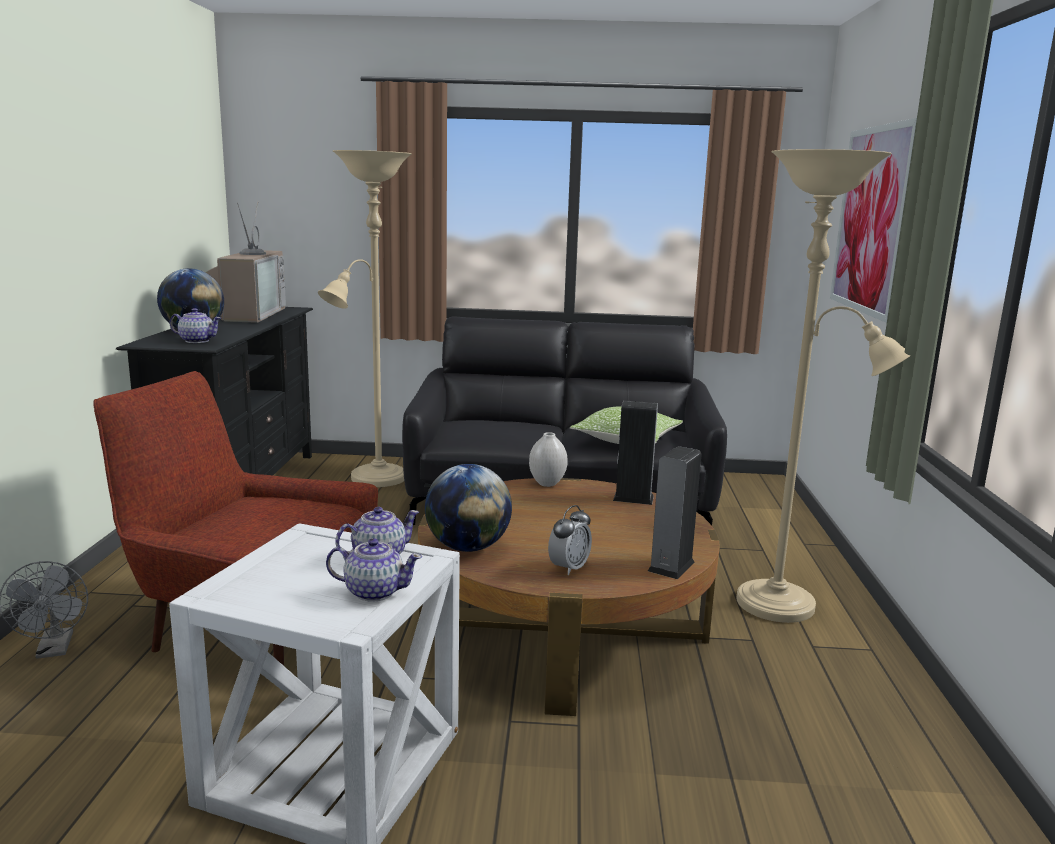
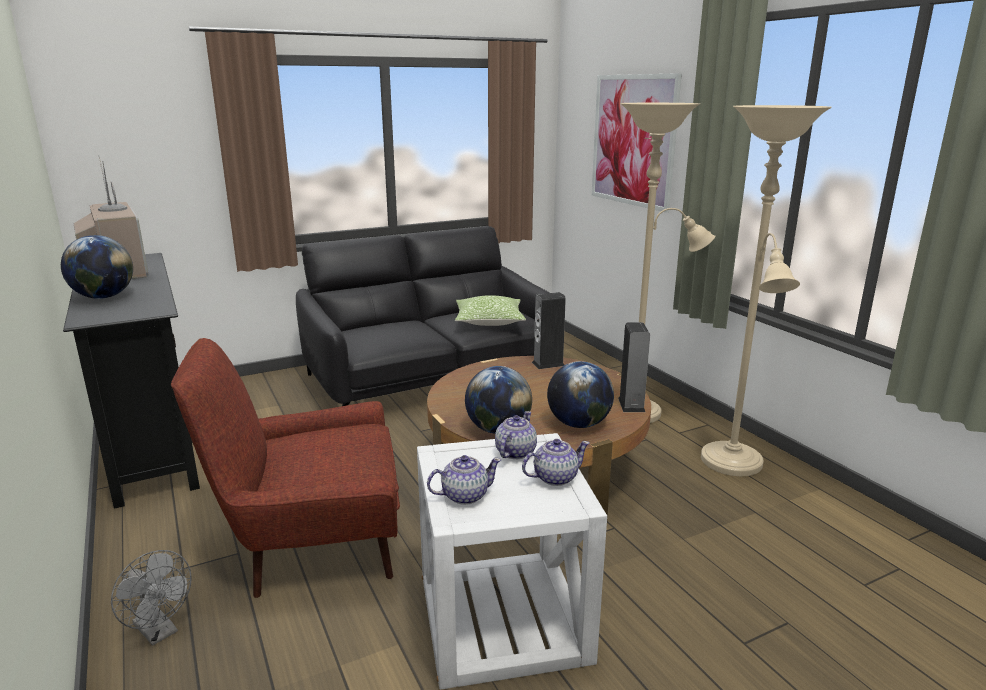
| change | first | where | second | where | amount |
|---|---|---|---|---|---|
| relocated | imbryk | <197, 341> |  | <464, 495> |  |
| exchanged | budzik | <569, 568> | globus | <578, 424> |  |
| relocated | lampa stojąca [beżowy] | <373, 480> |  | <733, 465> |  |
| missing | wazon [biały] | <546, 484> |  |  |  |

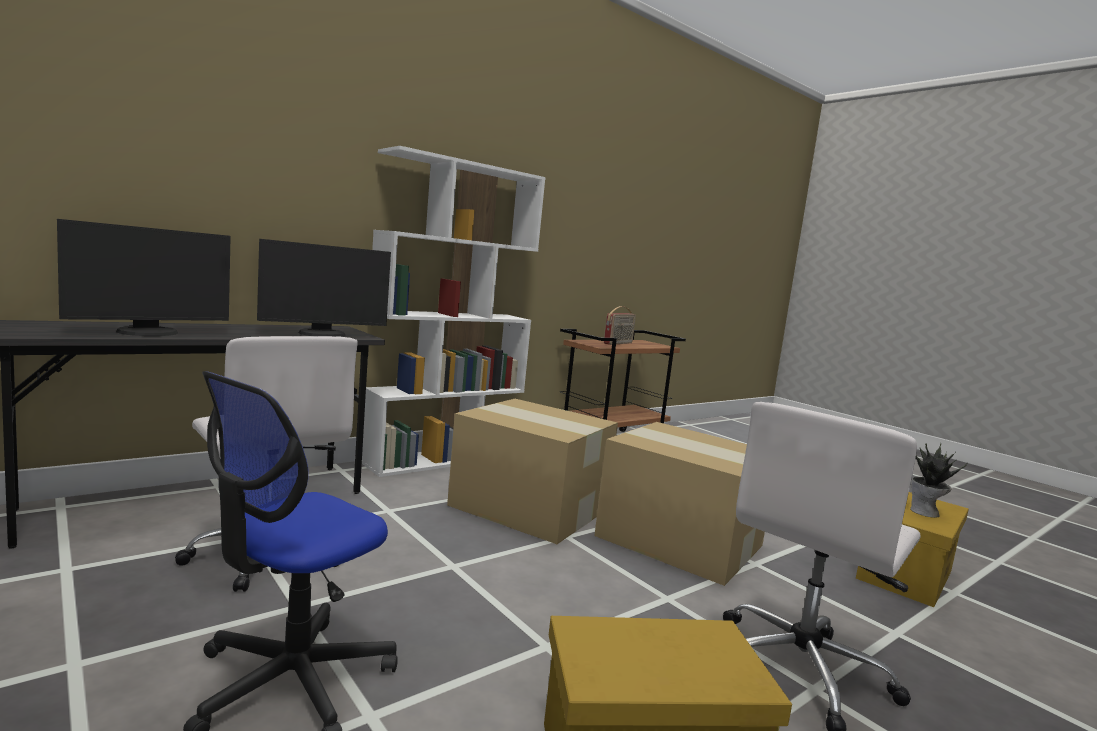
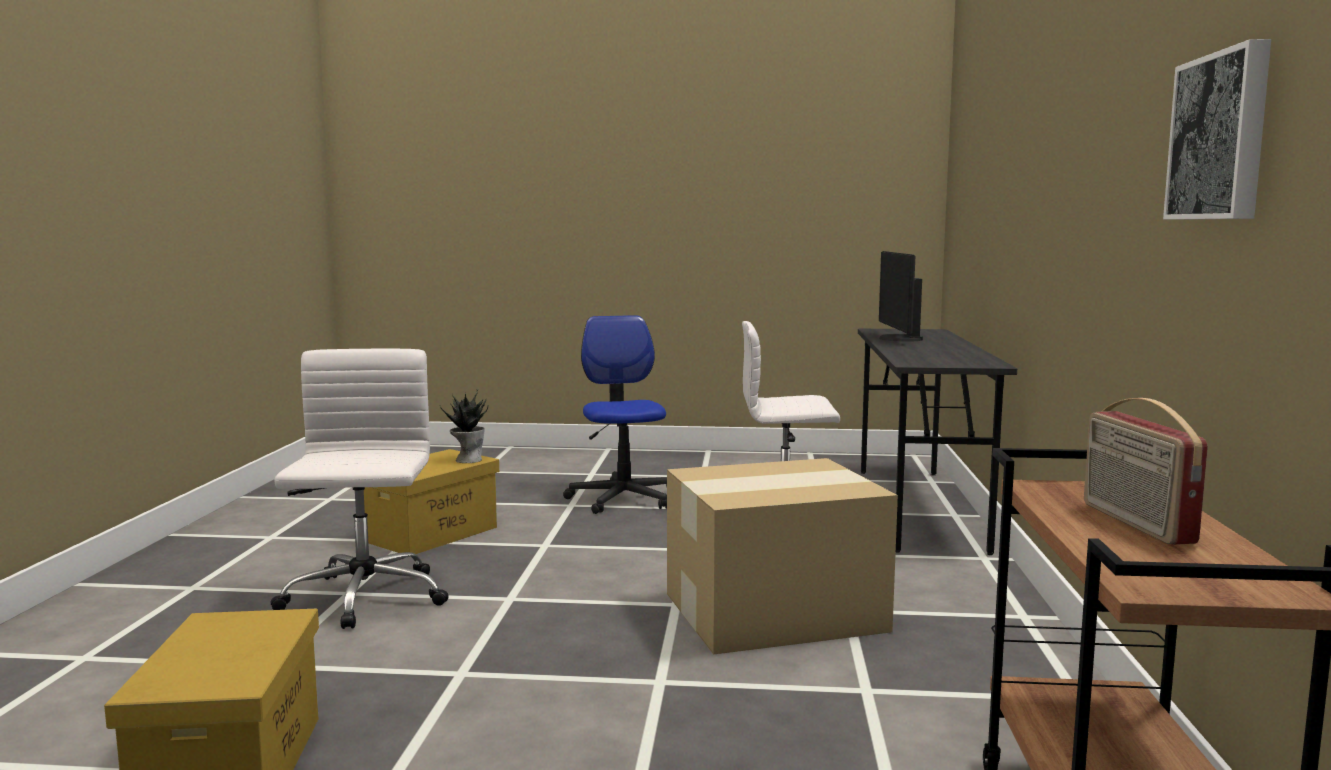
| change | first | where | second | where | amount |
|---|---|---|---|---|---|
| relocated | roślina doniczkowa | <925, 513> |  | <468, 460> |  |
| appeared |  |  | obraz | <1222, 137> |  |
| missing | monitor | <323, 334> |  |  |  |
| missing | regał [biały] | <443, 459> |  |  |  |
| missing | karton | <678, 539> |  |  |  |

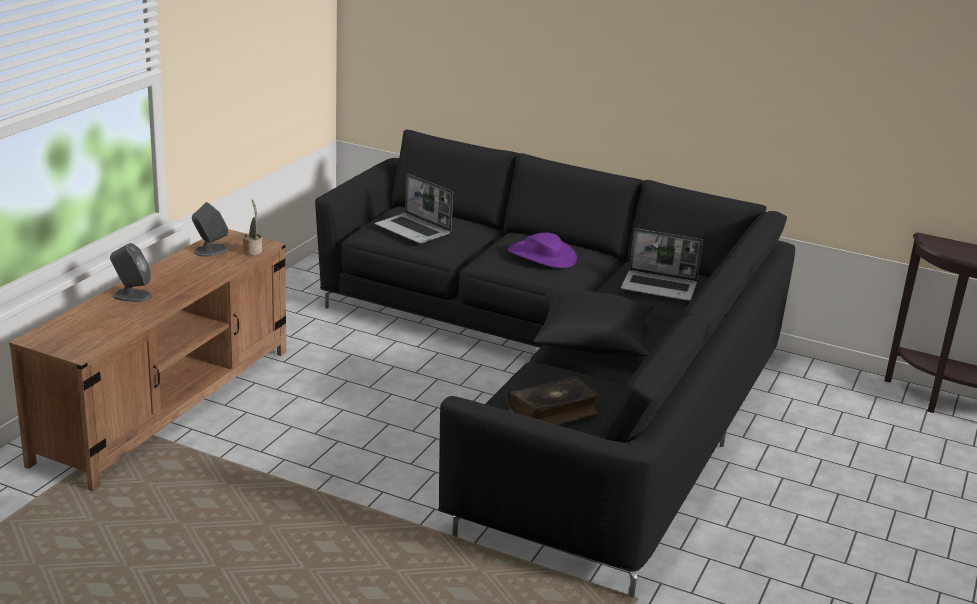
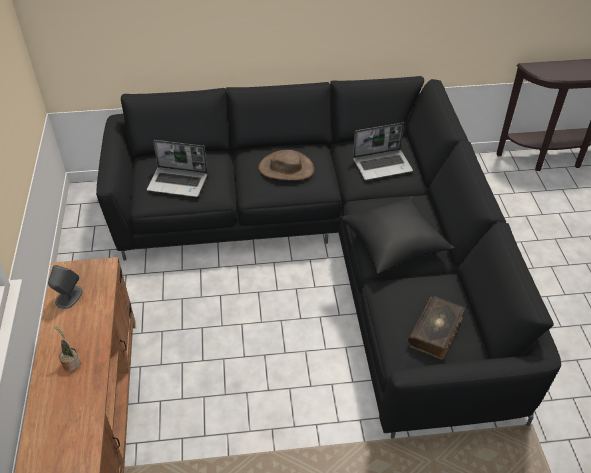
| change | first | where | second | where | amount |
|---|---|---|---|---|---|
| relocated | roślina doniczkowa | <252, 251> |  | <71, 362> |  |
| colour | kapelusz [fioletowy] | <542, 256> | kapelusz [brązowy] | <286, 168> |  |
| missing | głośnik [szary] | <132, 295> |  |  |  |

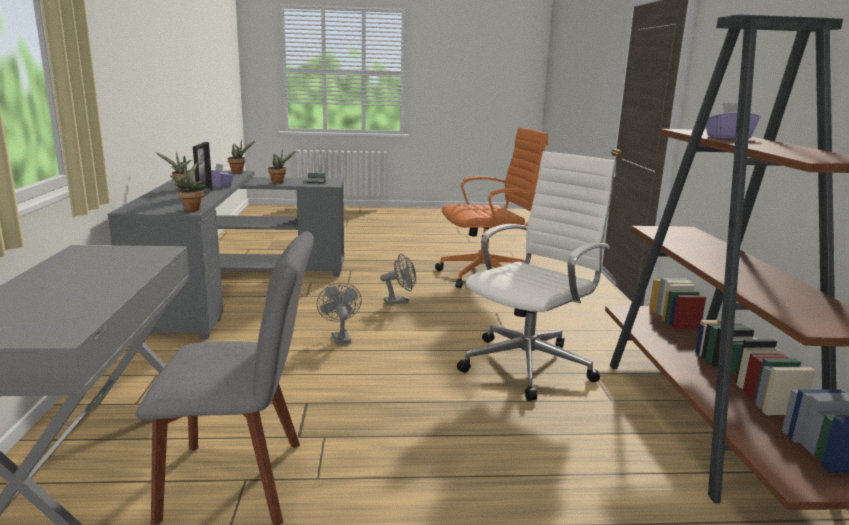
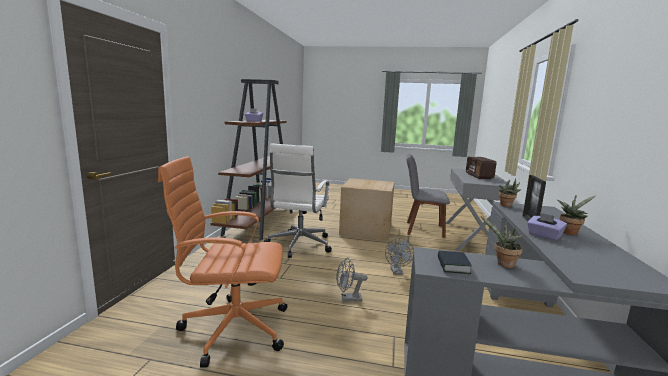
| change | first | where | second | where | amount |
|---|---|---|---|---|---|
| spun | krzesło biurowe [biały] | <530, 364> |  | <299, 245> | 45 degrees counterclockwise |
| appeared |  |  | karton | <367, 229> |  |
| appeared |  |  | radio | <479, 176> |  |
| missing | roślina doniczkowa | <239, 172> |  |  |  |

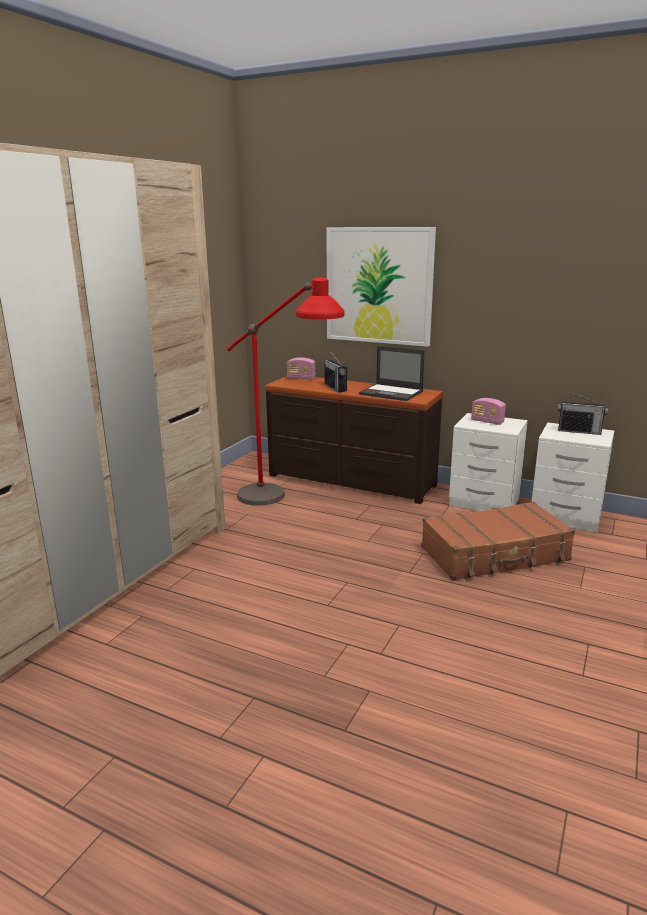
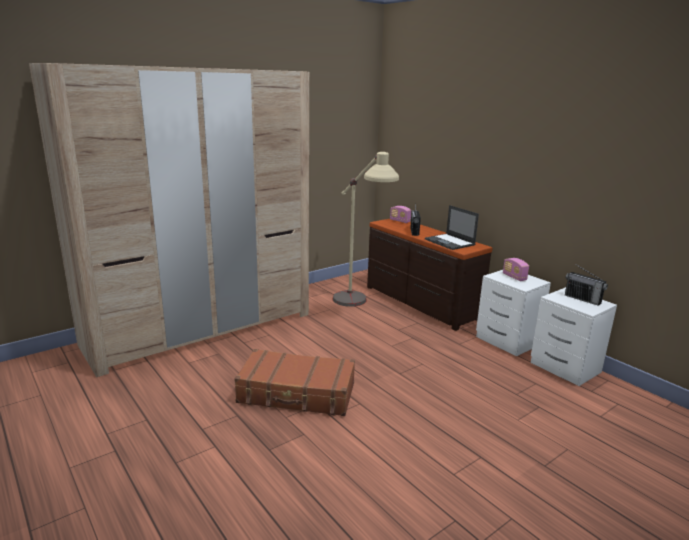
| change | first | where | second | where | amount |
|---|---|---|---|---|---|
| relocated | walizka [brązowy] | <495, 554> |  | <297, 394> |  |
| colour | lampa stojąca [czerwony] | <284, 505> | lampa stojąca [beżowy] | <358, 309> |  |
| missing | obraz | <379, 286> |  |  |  |

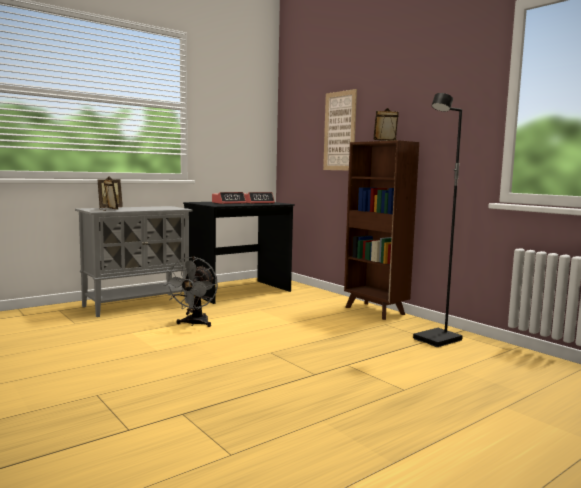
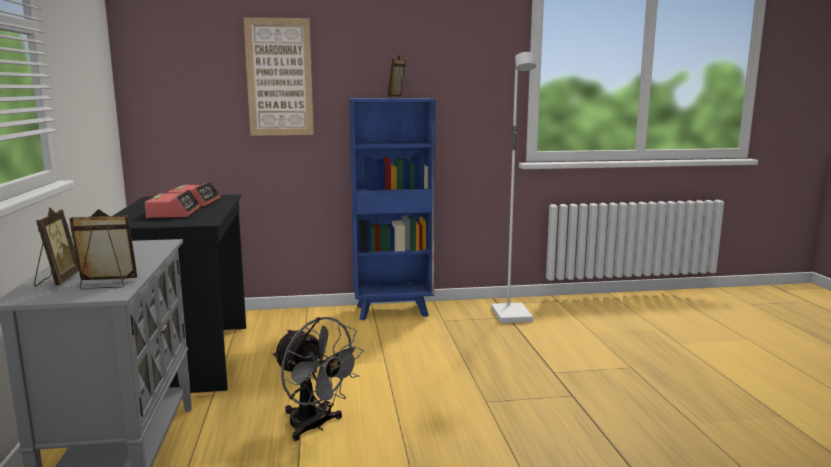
| change | first | where | second | where | amount |
|---|---|---|---|---|---|
| colour | regał [brązowy] | <375, 311> | regał [niebieski] | <394, 311> |  |
| colour | lampa stojąca [czarny] | <438, 340> | lampa stojąca [biały] | <512, 315> |  |

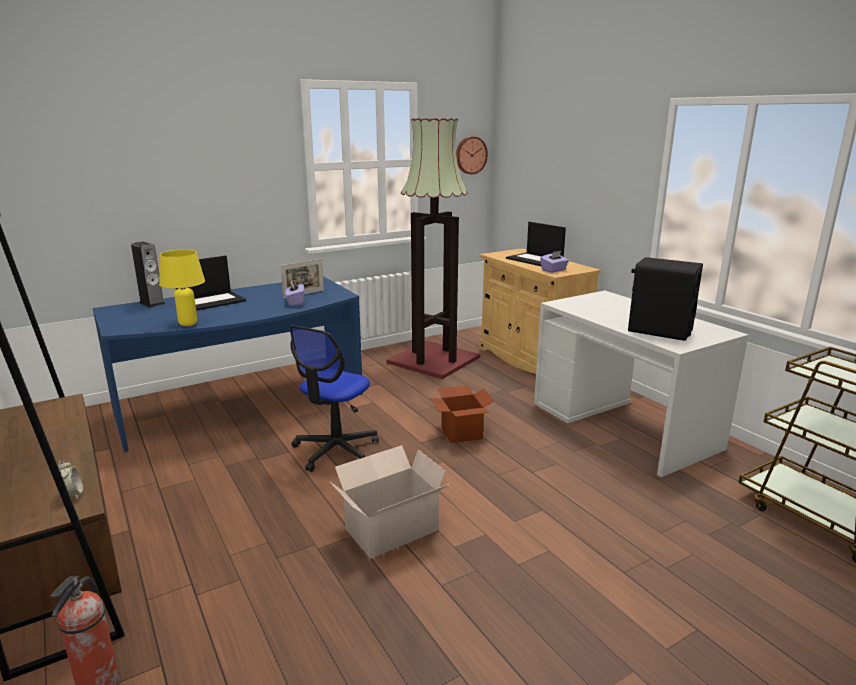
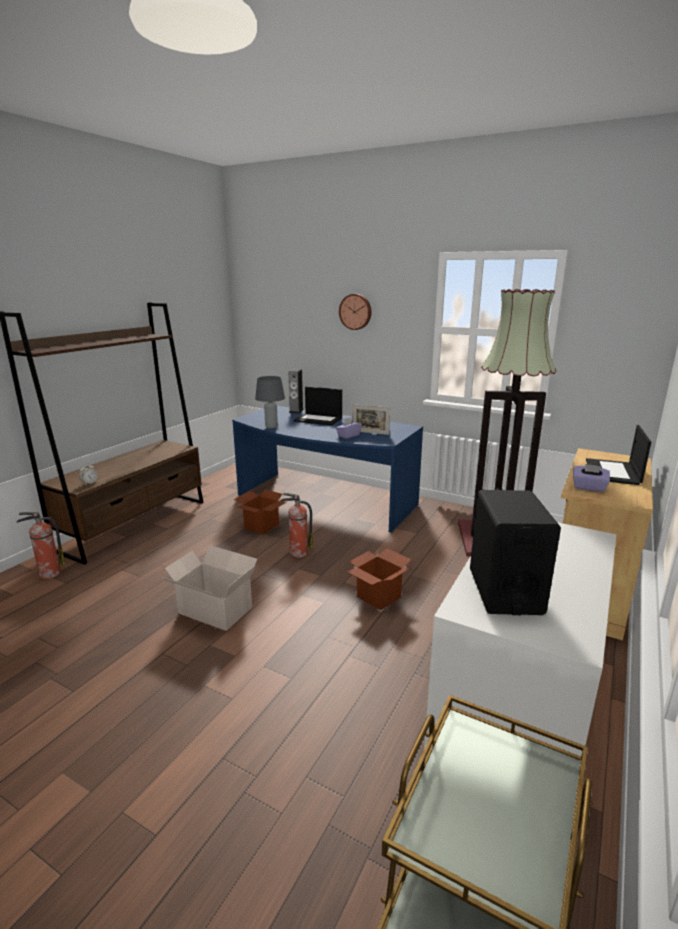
| change | first | where | second | where | amount |
|---|---|---|---|---|---|
| appeared |  |  | karton | <261, 526> |  |
| colour | lampa stołowa [żółty] | <188, 324> | lampa stołowa [szary] | <271, 427> |  |
| exchanged | krzesło biurowe | <336, 450> | gaśnica | <297, 553> |  |
| relocated | zegar ścienny | <470, 155> |  | <355, 311> |  |

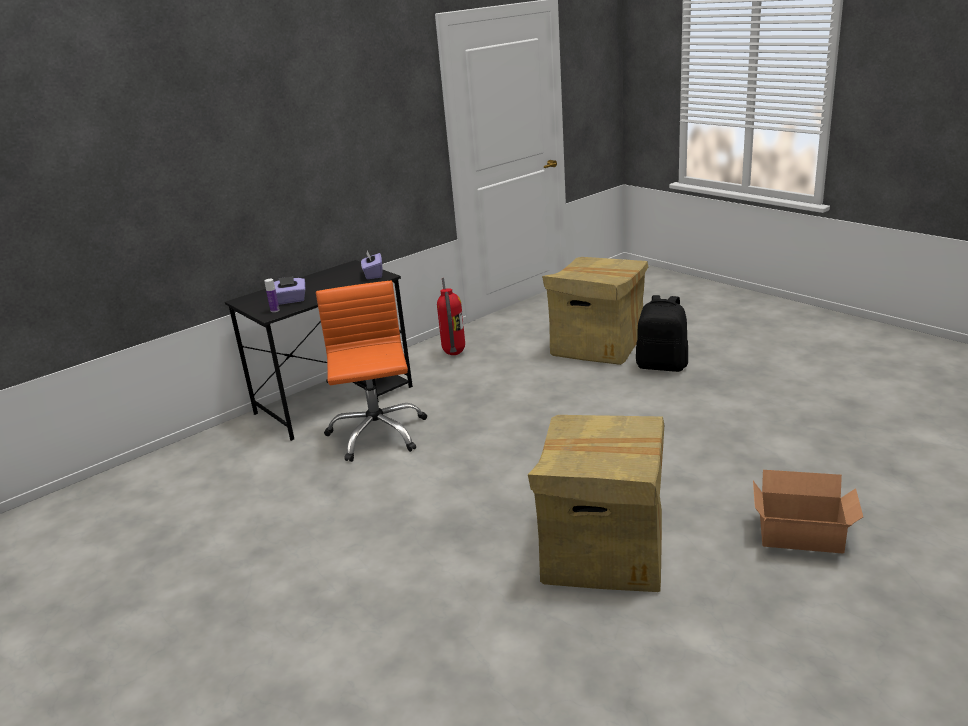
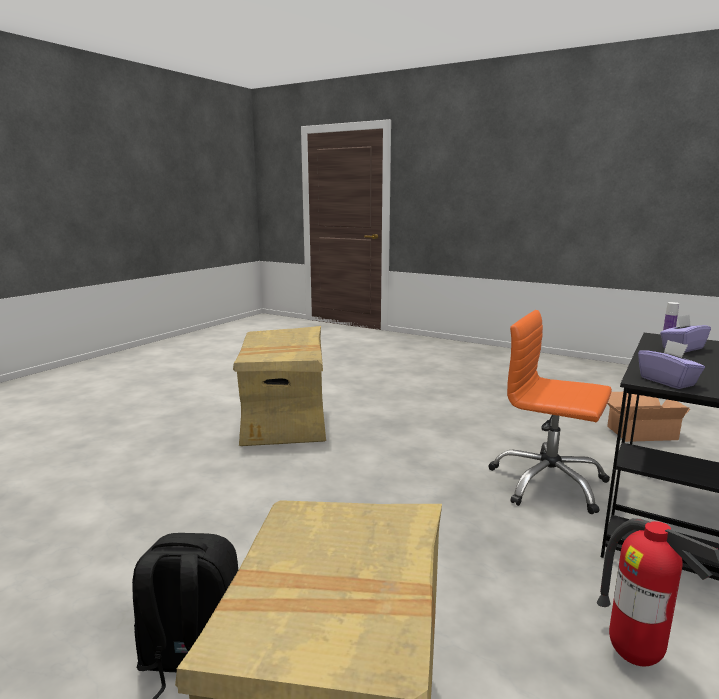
| change | first | where | second | where | amount |
|---|---|---|---|---|---|
| spun | krzesło biurowe [pomarańczowy] | <377, 434> |  | <548, 483> | 150 degrees clockwise |
| relocated | karton | <803, 536> |  | <639, 432> |  |

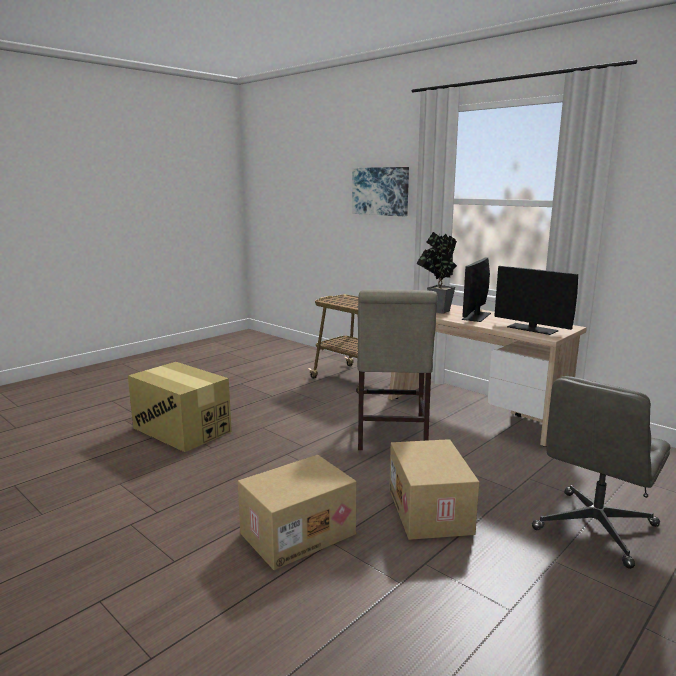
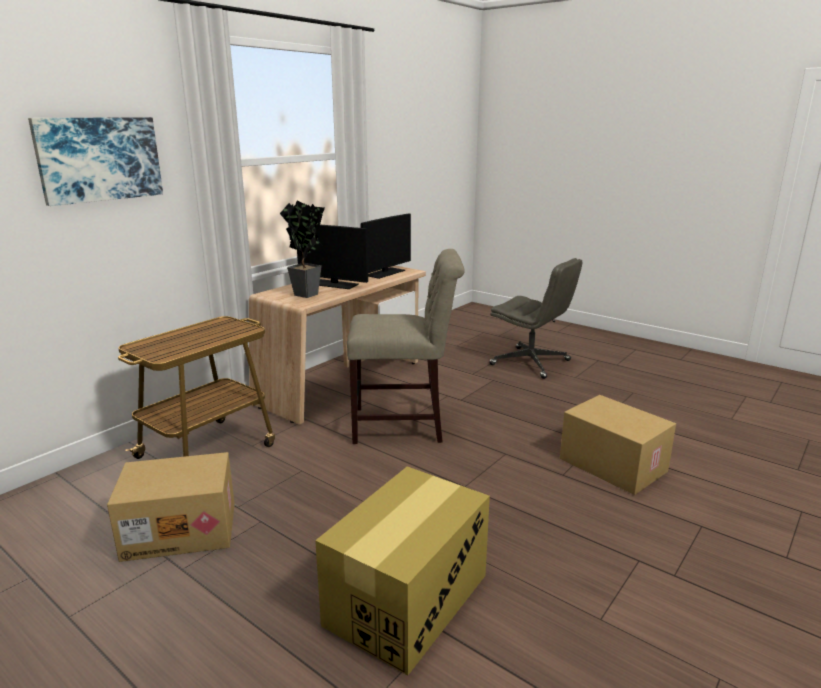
| change | first | where | second | where | amount |
|---|---|---|---|---|---|
| relocated | karton | <431, 511> |  | <181, 529> |  |

